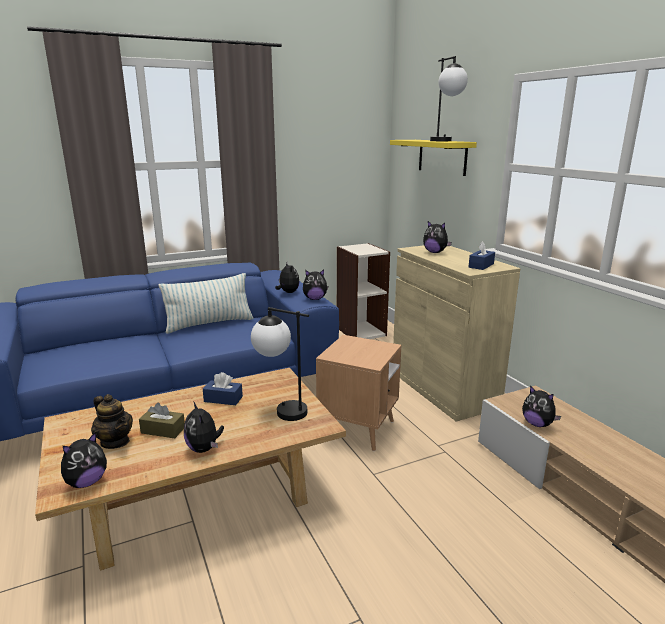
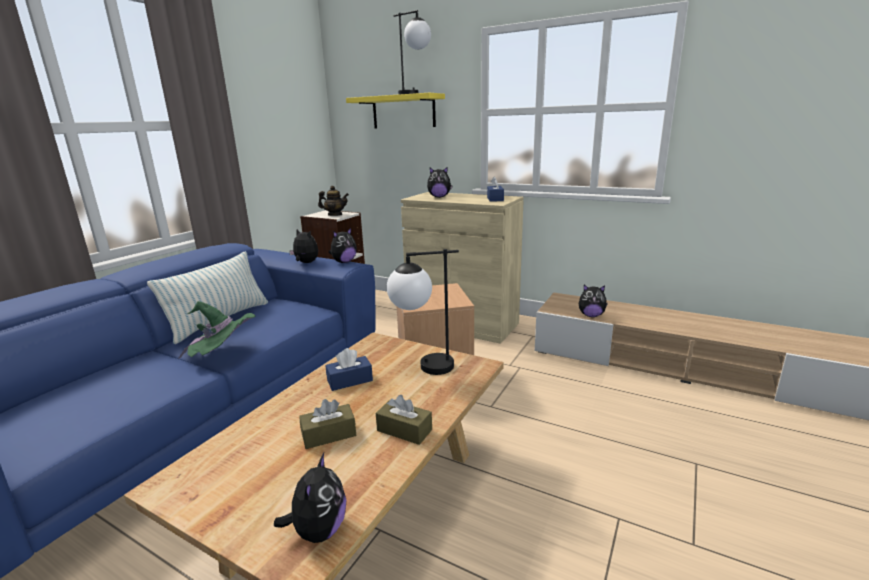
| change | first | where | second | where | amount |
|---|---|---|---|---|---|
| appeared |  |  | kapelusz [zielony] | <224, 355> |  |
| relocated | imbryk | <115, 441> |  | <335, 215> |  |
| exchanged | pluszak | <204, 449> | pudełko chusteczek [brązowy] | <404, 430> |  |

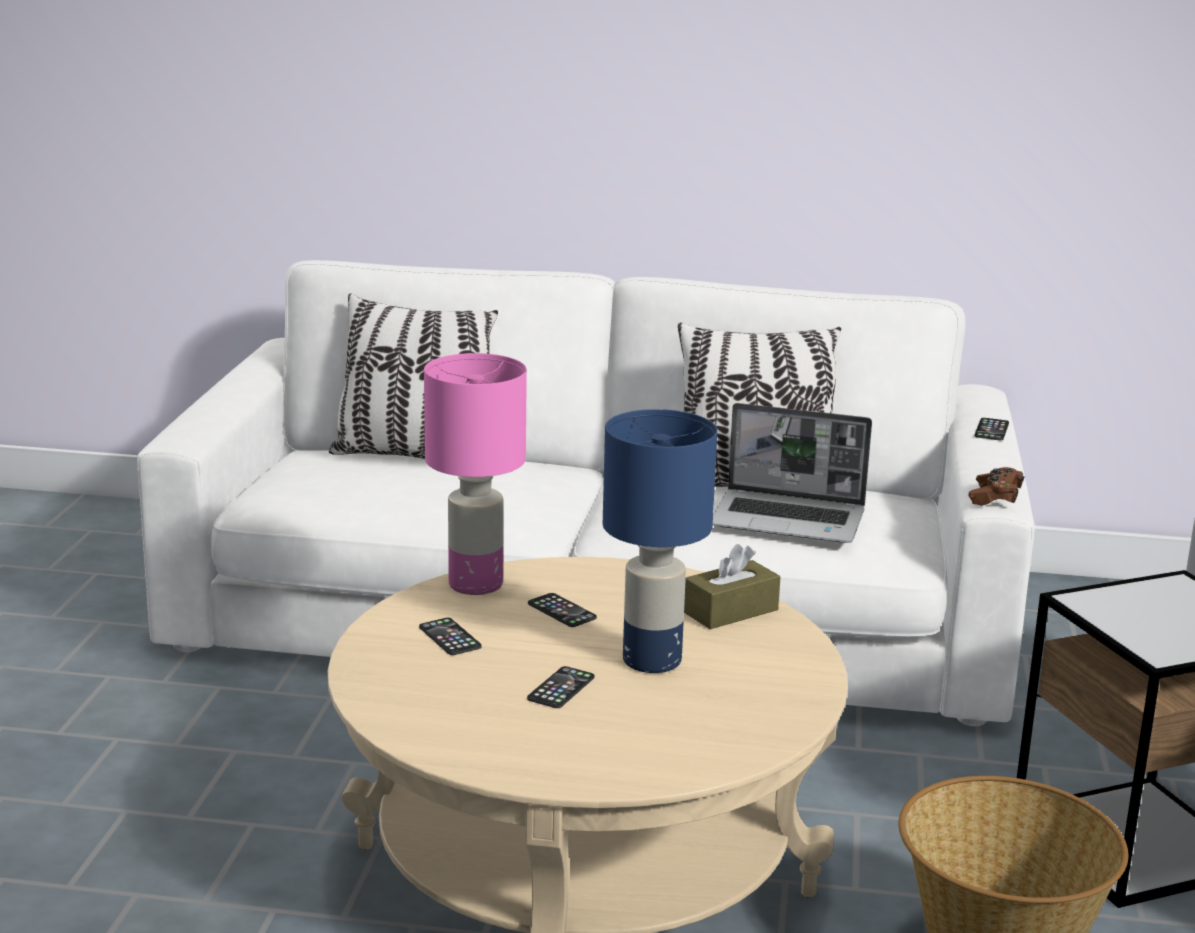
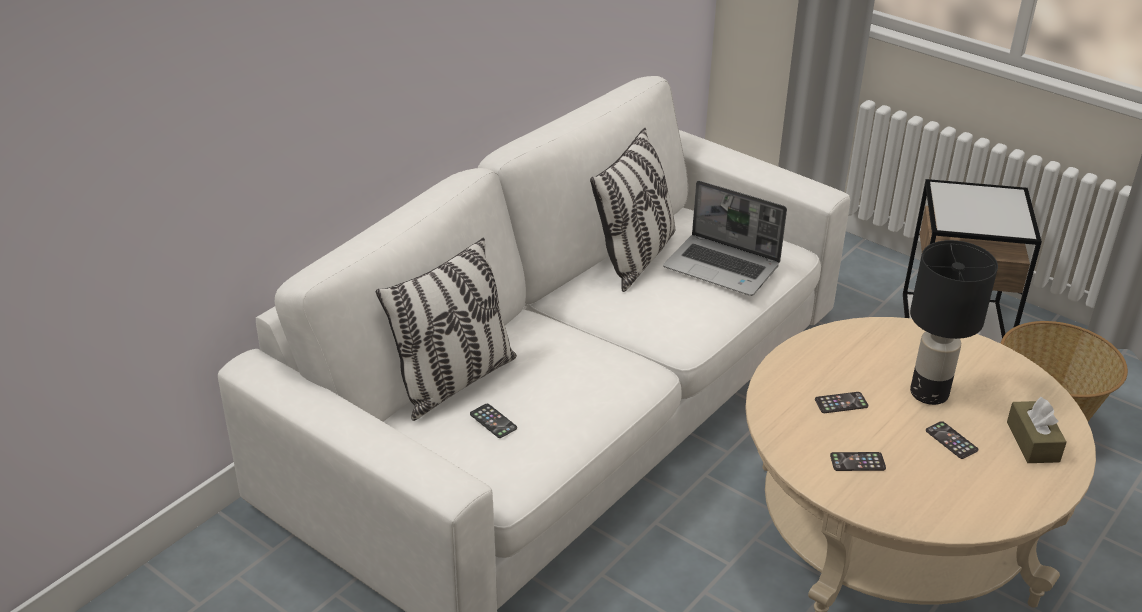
| change | first | where | second | where | amount |
|---|---|---|---|---|---|
| relocated | telefon | <991, 430> |  | <493, 421> |  |
| spun | laptop | <790, 520> |  | <723, 267> | 75 degrees clockwise |
| colour | lampa stołowa [niebieski] | <651, 661> | lampa stołowa [czarny] | <930, 394> |  |
| relocated | pudełko chusteczek [brązowy] | <730, 611> |  | <1032, 442> |  |
| missing | lampa stołowa [różowy] | <474, 585> |  |  |  |
| missing | pad do gier [brązowy] | <995, 497> |  |  |  |

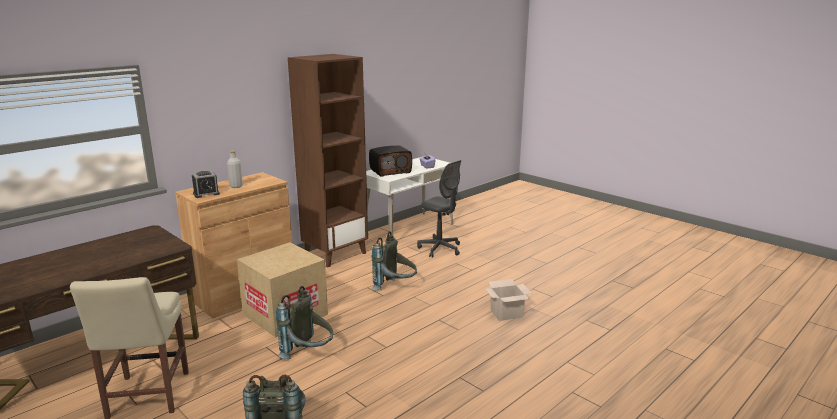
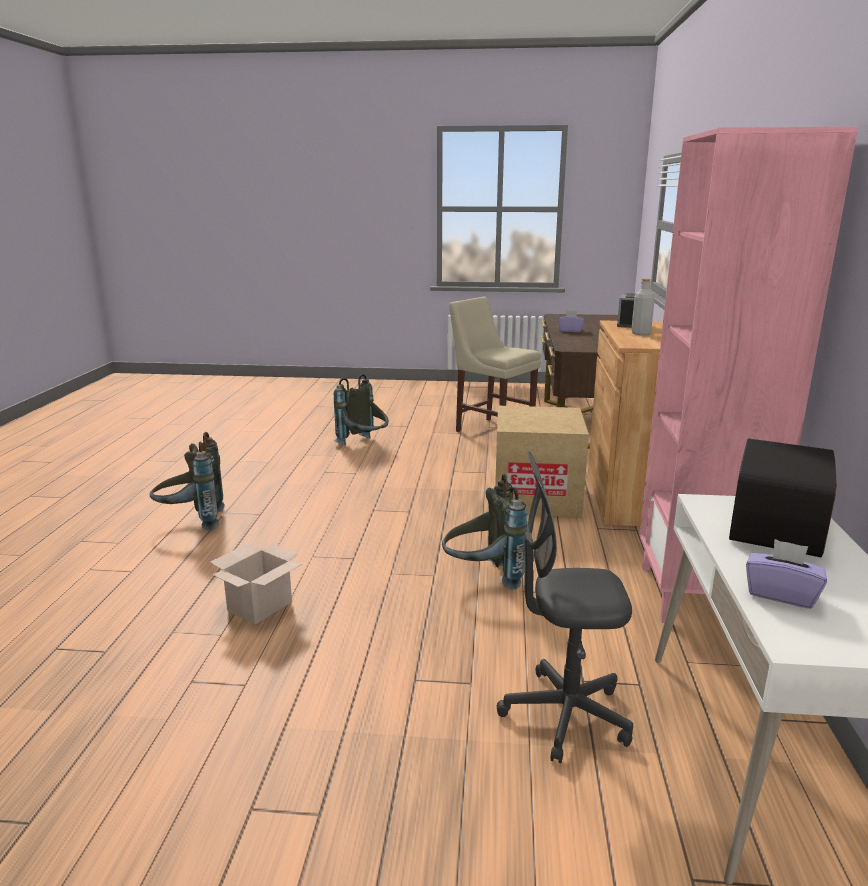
| change | first | where | second | where | amount |
|---|---|---|---|---|---|
| relocated | plecak [szary] | <309, 355> |  | <191, 521> |  |
| appeared |  |  | pudełko chusteczek [fioletowy] | <570, 330> |  |
| colour | regał [brązowy] | <335, 254> | regał [różowy] | <696, 595> |  |

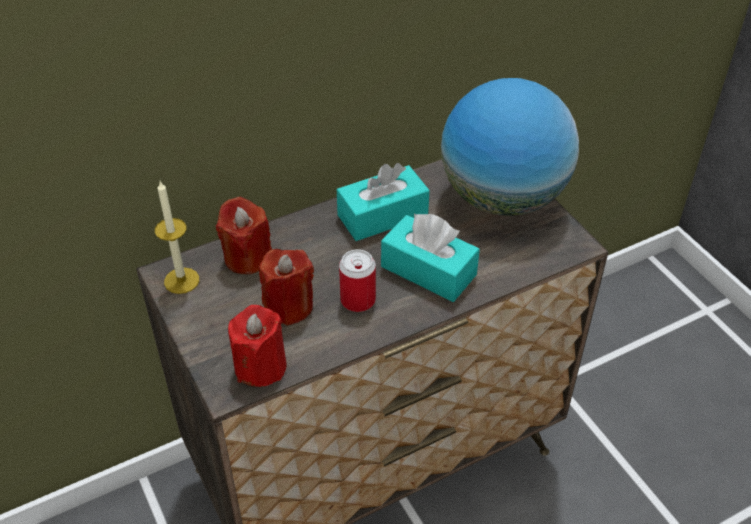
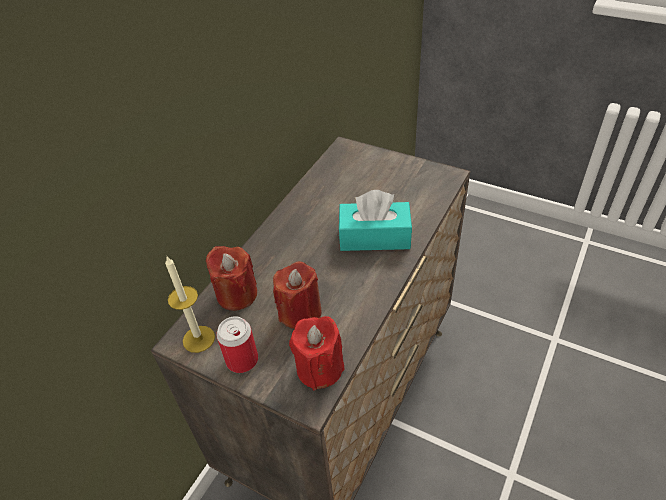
| change | first | where | second | where | amount |
|---|---|---|---|---|---|
| relocated | puszka | <358, 300> |  | <242, 360> |  |
| missing | pudełko chusteczek [turkusowy] | <382, 215> |  |  |  |
| missing | globus | <502, 198> |  |  |  |

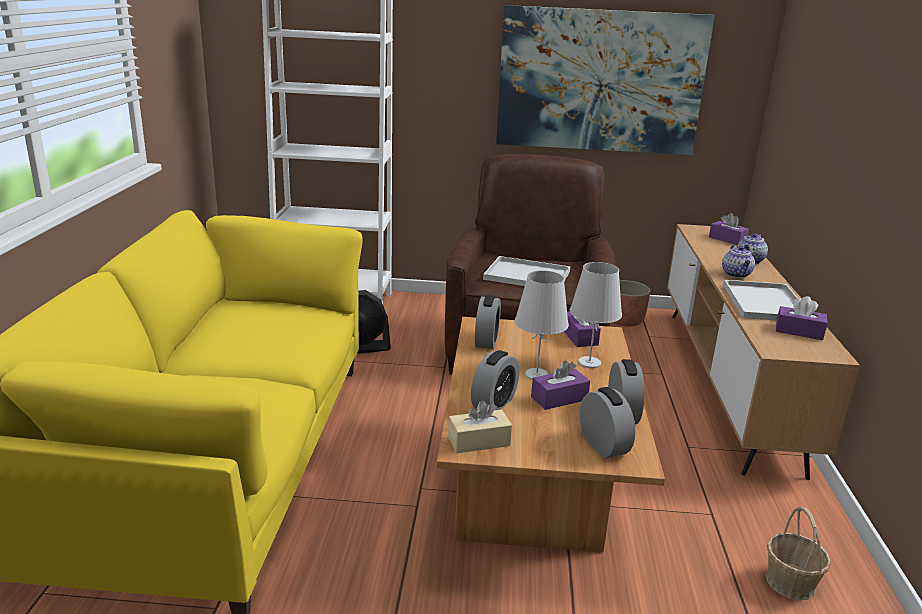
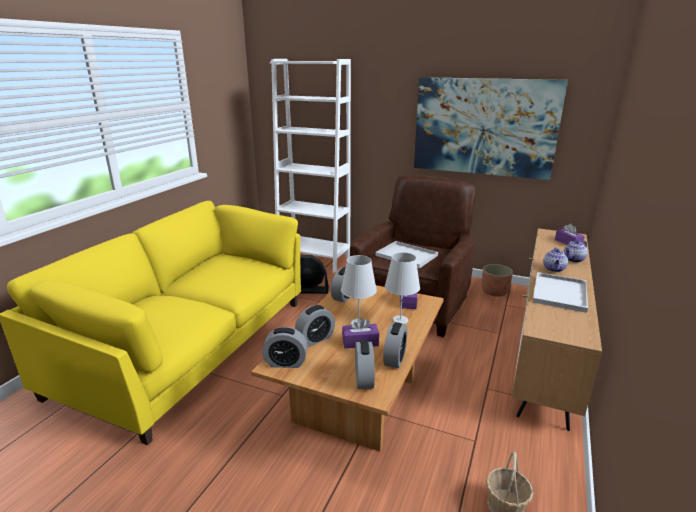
| change | first | where | second | where | amount |
|---|---|---|---|---|---|
| exchanged | pudełko chusteczek [beżowy] | <479, 441> | budzik | <286, 363> |  |
| missing | pudełko chusteczek [fioletowy] | <799, 331> |  |  |  |

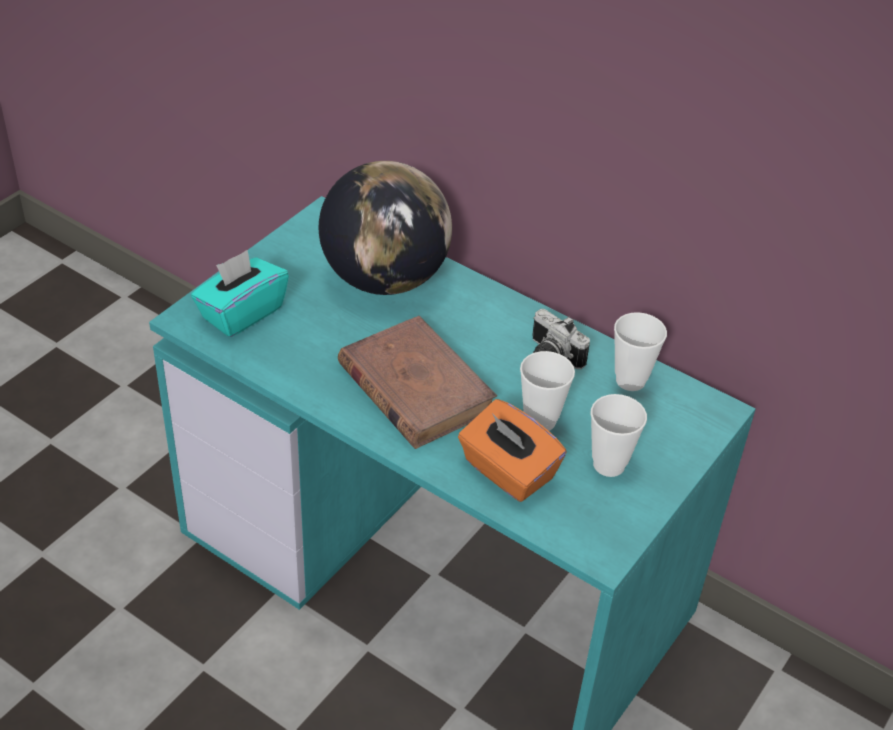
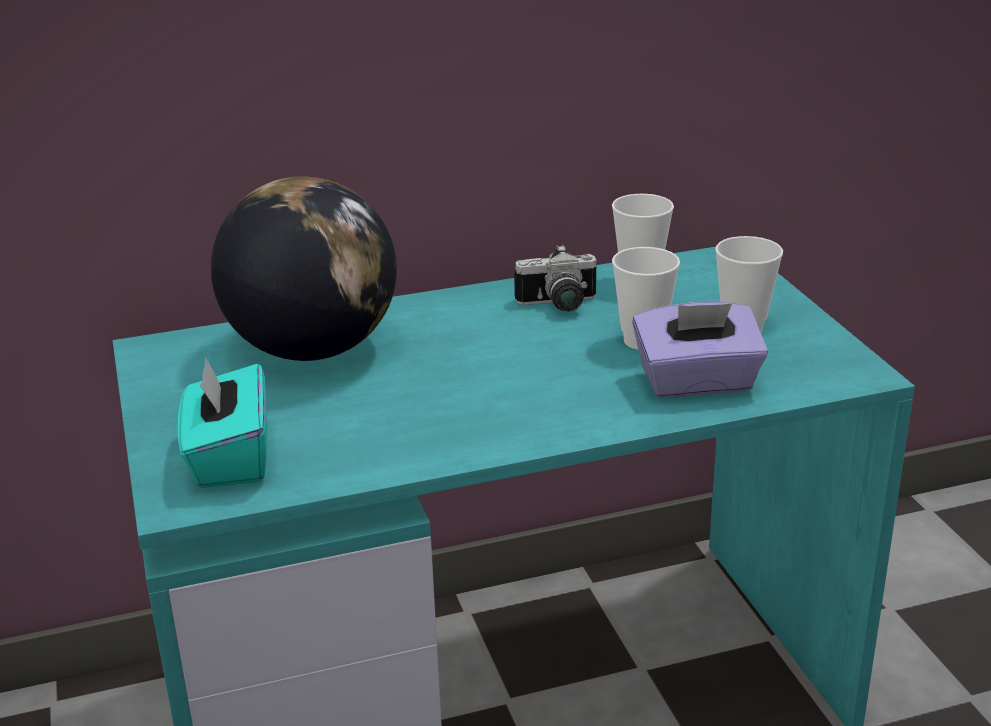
| change | first | where | second | where | amount |
|---|---|---|---|---|---|
| colour | pudełko chusteczek [pomarańczowy] | <507, 472> | pudełko chusteczek [fioletowy] | <697, 383> |  |
| missing | książka [brązowy] | <415, 387> |  |  |  |

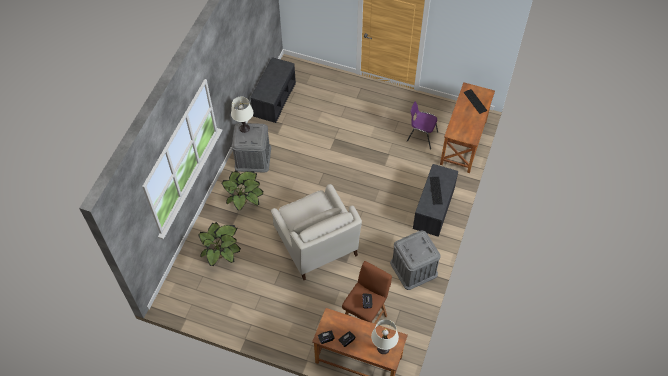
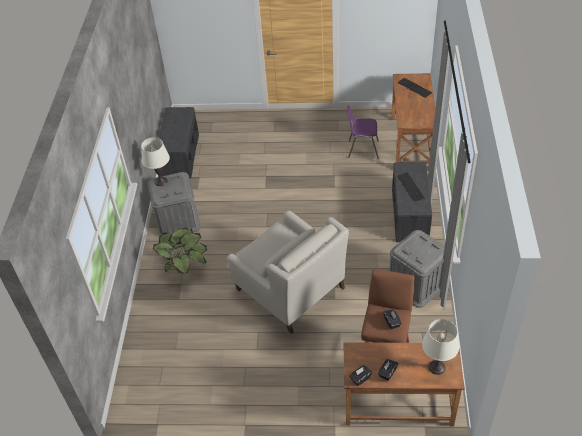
| change | first | where | second | where | amount |
|---|---|---|---|---|---|
| missing | roślina doniczkowa | <222, 254> |  |  |  |

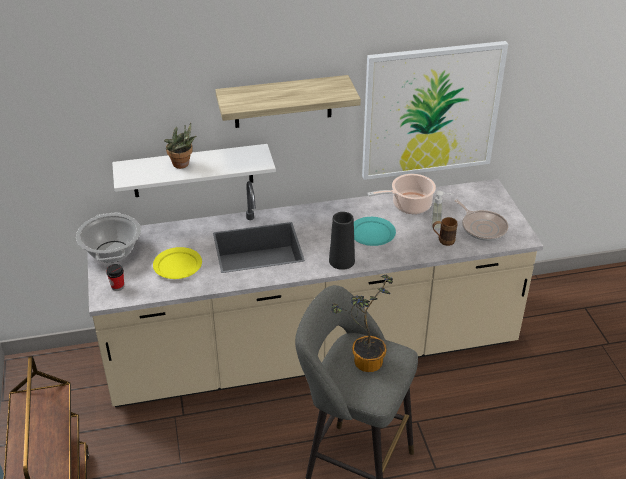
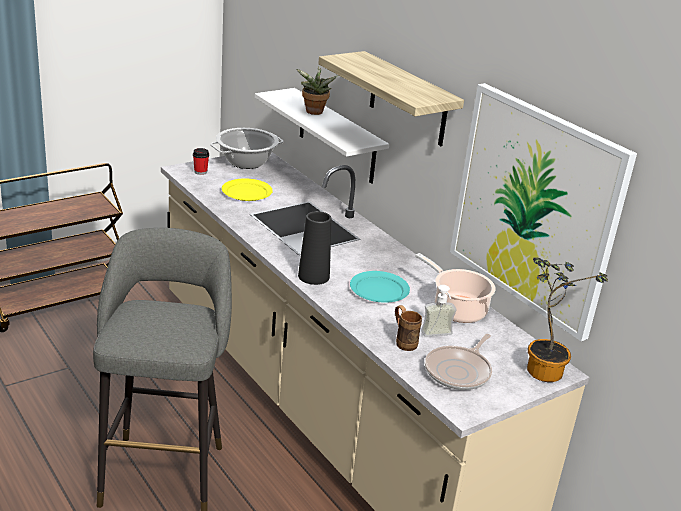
| change | first | where | second | where | amount |
|---|---|---|---|---|---|
| relocated | roślina doniczkowa | <363, 360> |  | <543, 368> |  |

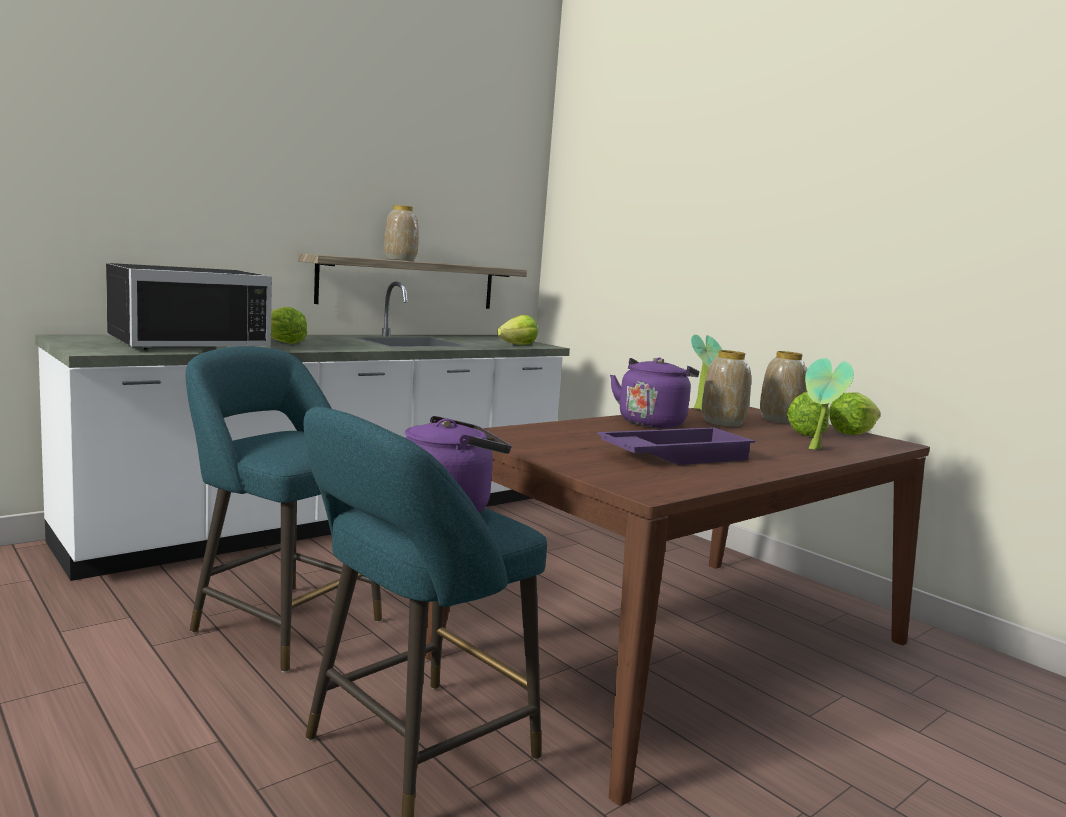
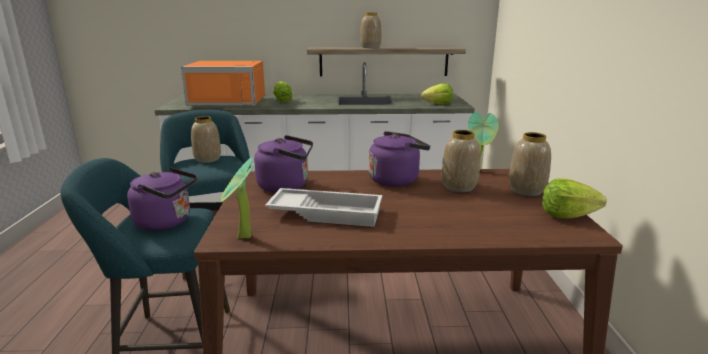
| change | first | where | second | where | amount |
|---|---|---|---|---|---|
| colour | mikrofalówka [czarny] | <186, 343> | mikrofalówka [pomarańczowy] | <230, 101> |  |
| appeared |  |  | wazon | <208, 159> |  |
| relocated | roślina doniczkowa | <817, 449> |  | <242, 238> |  |
| appeared |  |  | czajnik [fioletowy] | <286, 186> |  |
| colour | taca [fioletowy] | <674, 456> | taca [biały] | <327, 213> |  |
| missing | sałata | <806, 433> |  |  |  |

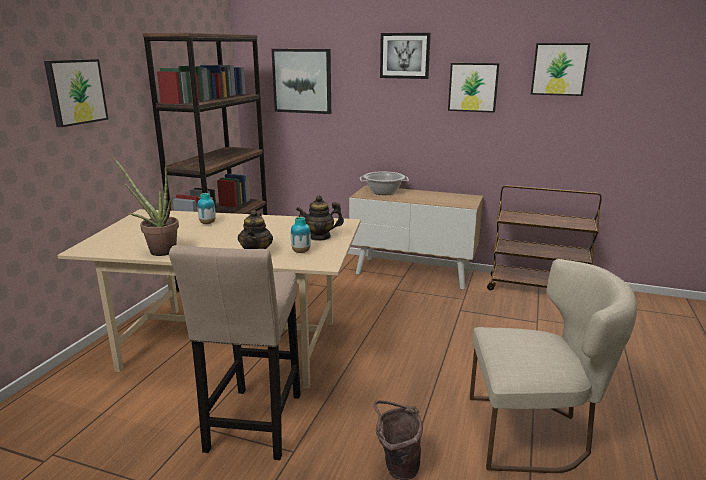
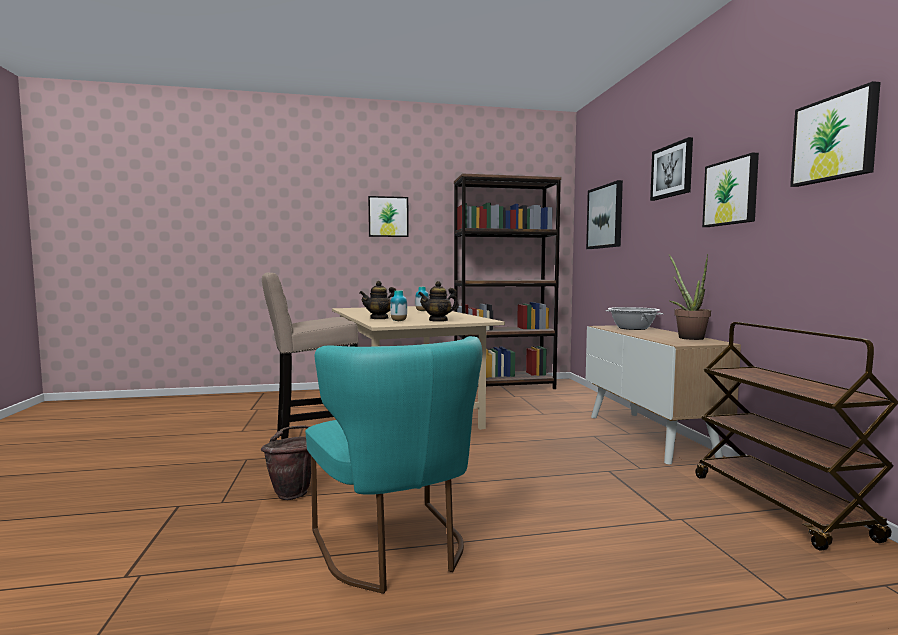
| change | first | where | second | where | amount |
|---|---|---|---|---|---|
| colour | krzesło [beżowy] | <534, 433> | krzesło [turkusowy] | <396, 550> |  |
| spun | imbryk | <320, 237> |  | <438, 320> | 75 degrees counterclockwise |
| relocated | roślina doniczkowa | <158, 250> |  | <687, 337> |  |

